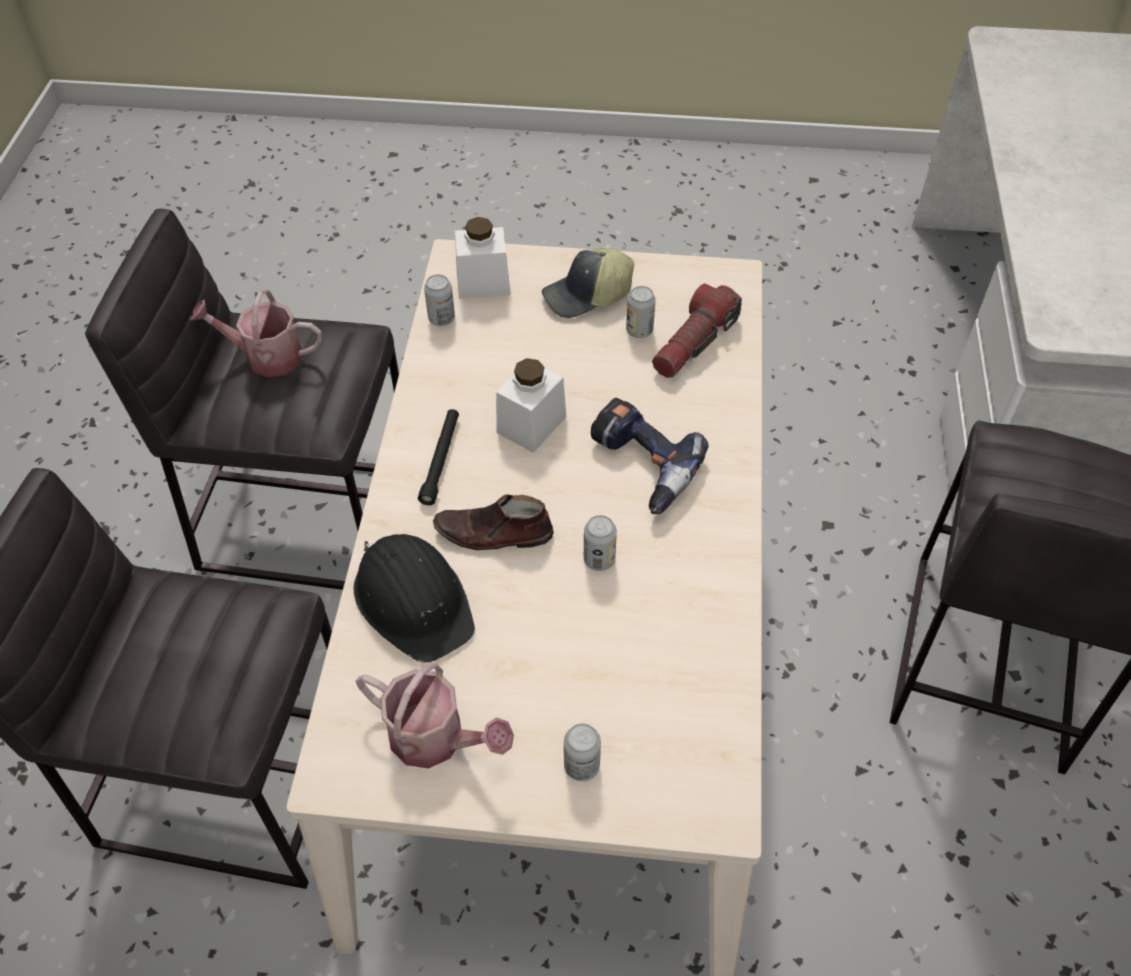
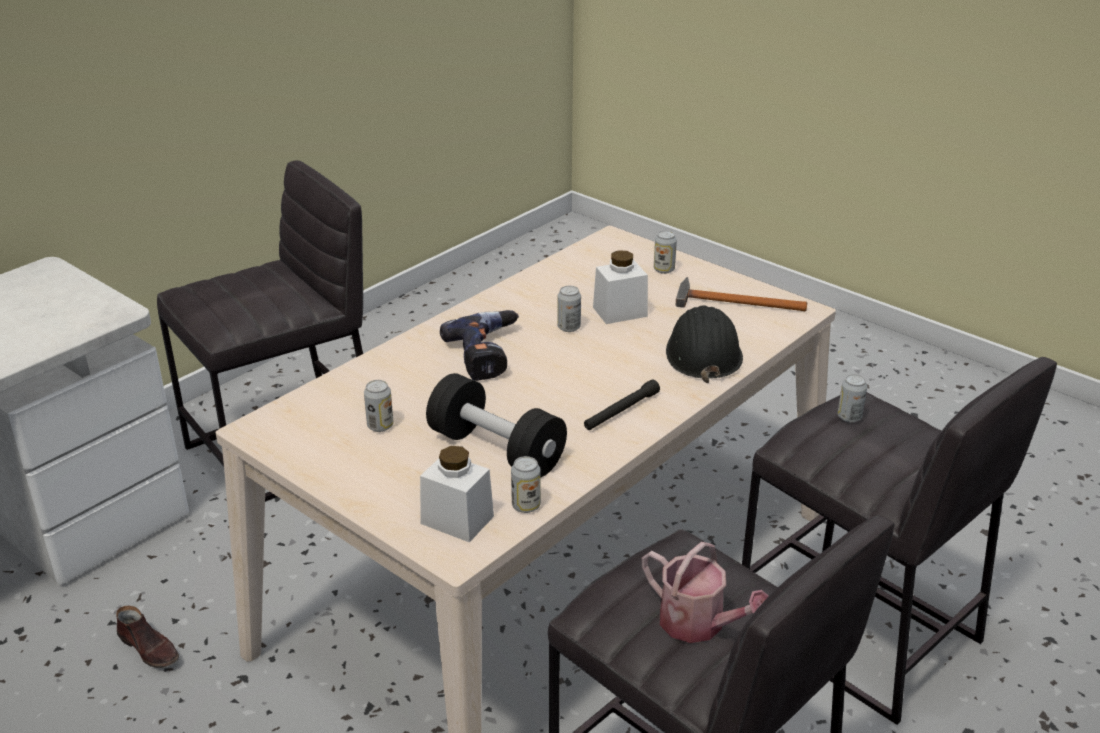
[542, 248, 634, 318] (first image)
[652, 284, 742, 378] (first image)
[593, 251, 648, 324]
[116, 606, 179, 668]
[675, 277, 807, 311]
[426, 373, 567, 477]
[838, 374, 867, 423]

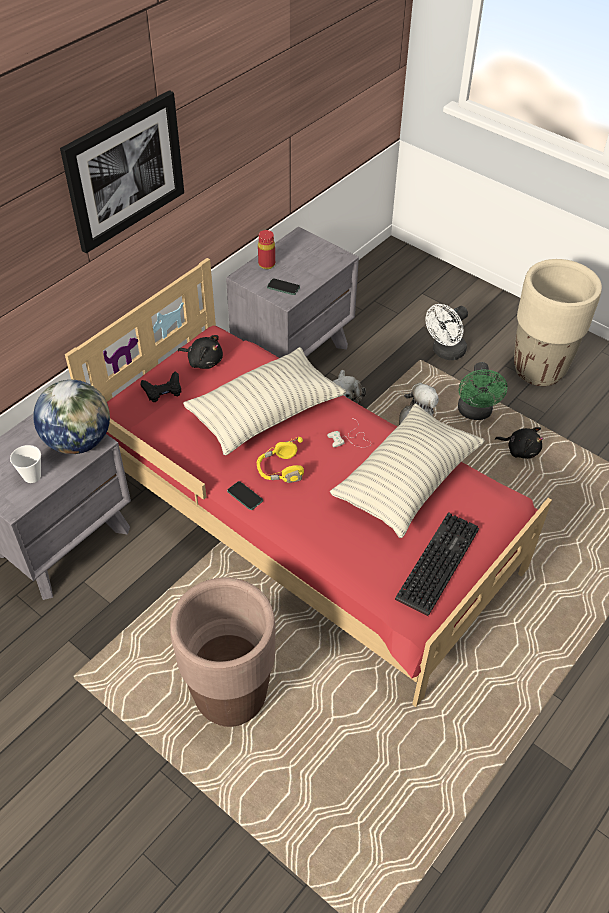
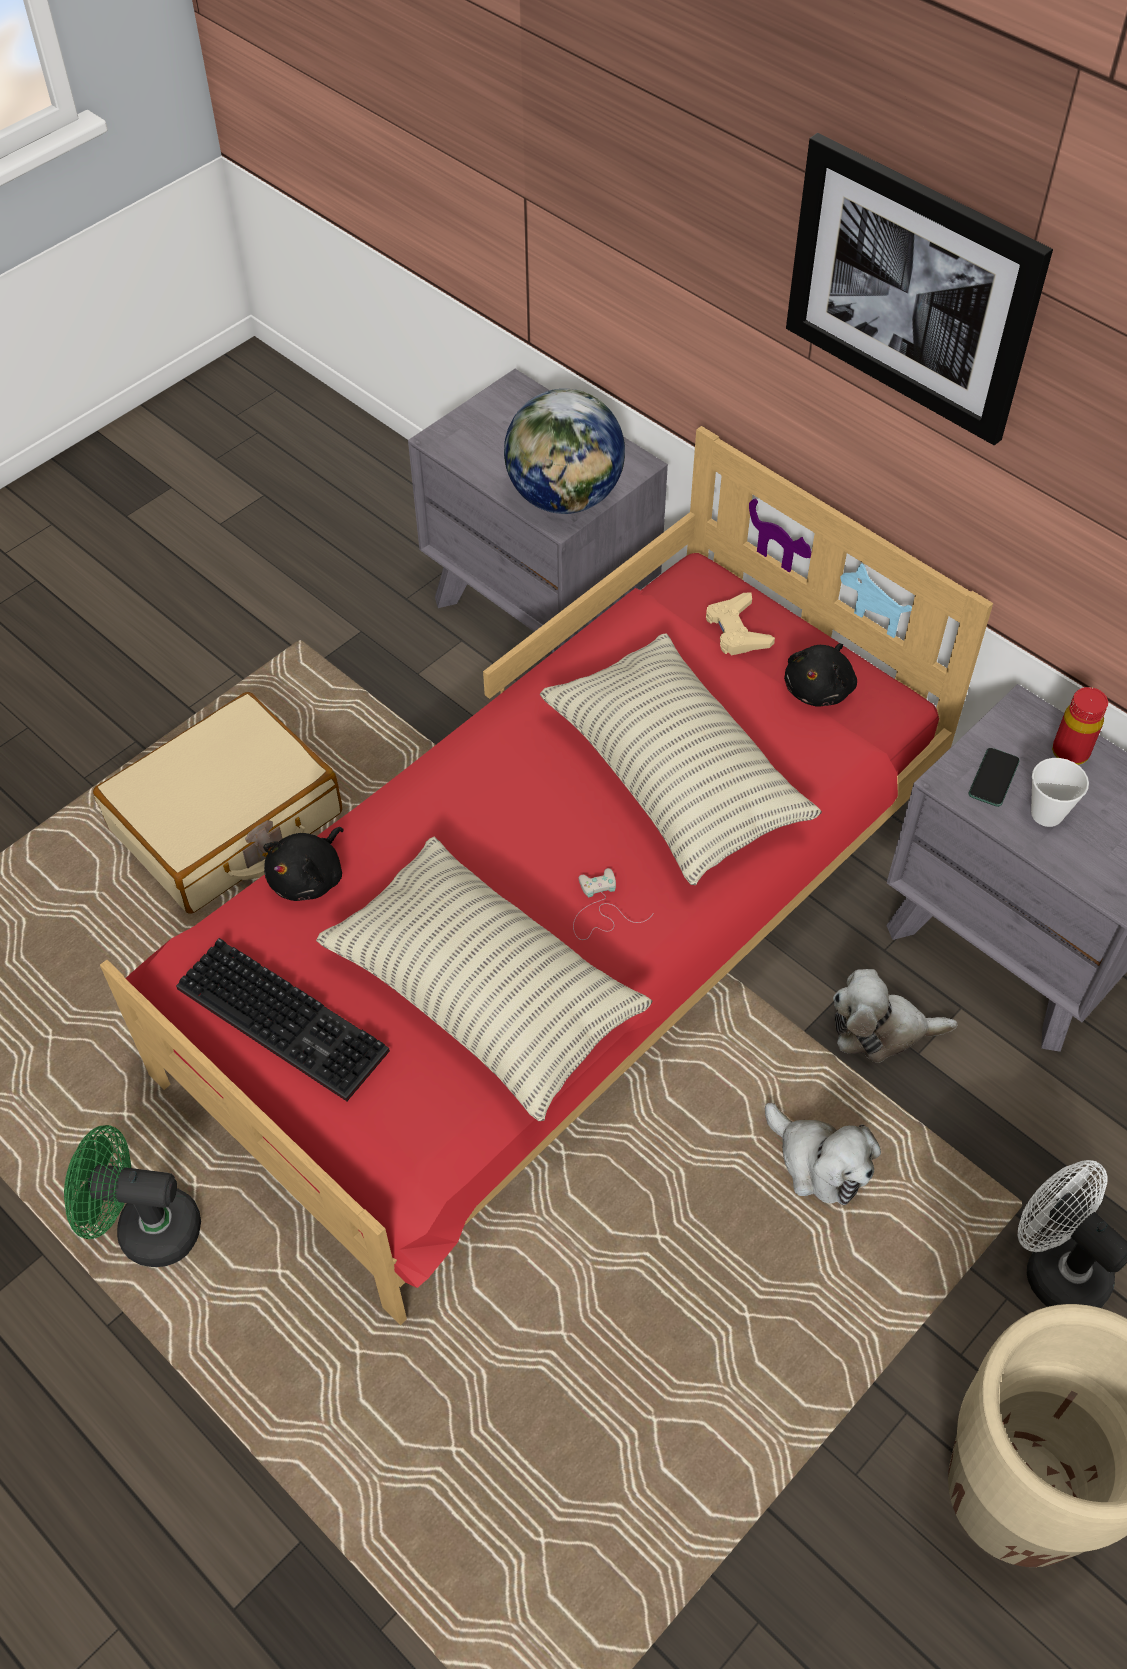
[64, 1125, 201, 1267]
[706, 592, 775, 655]
[263, 827, 344, 901]
[257, 437, 304, 483] (first image)
[1031, 758, 1089, 827]
[227, 481, 263, 510] (first image)
[93, 692, 342, 914]

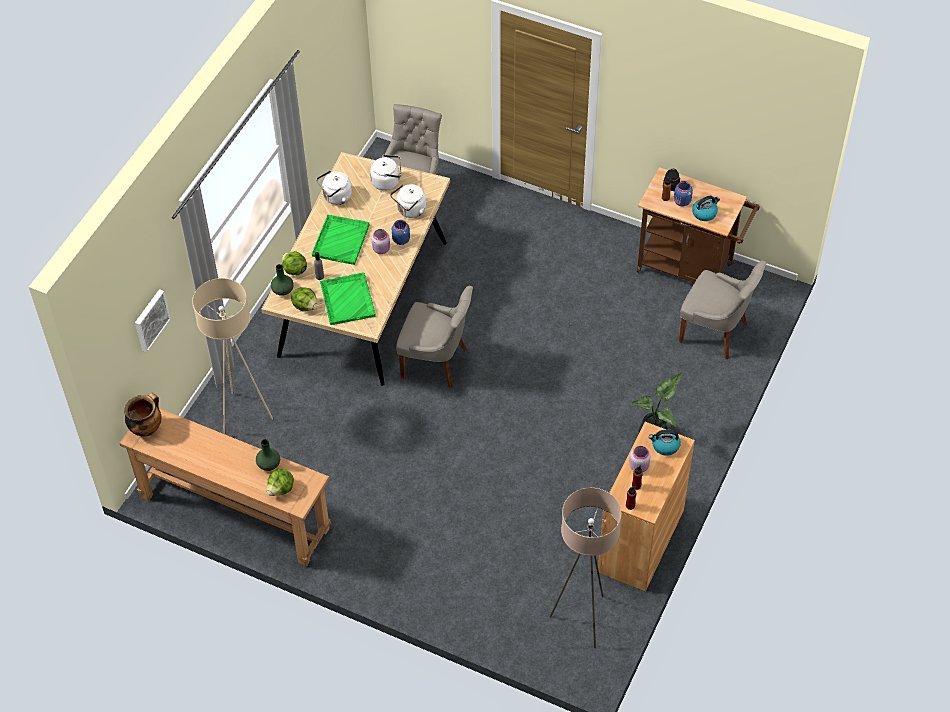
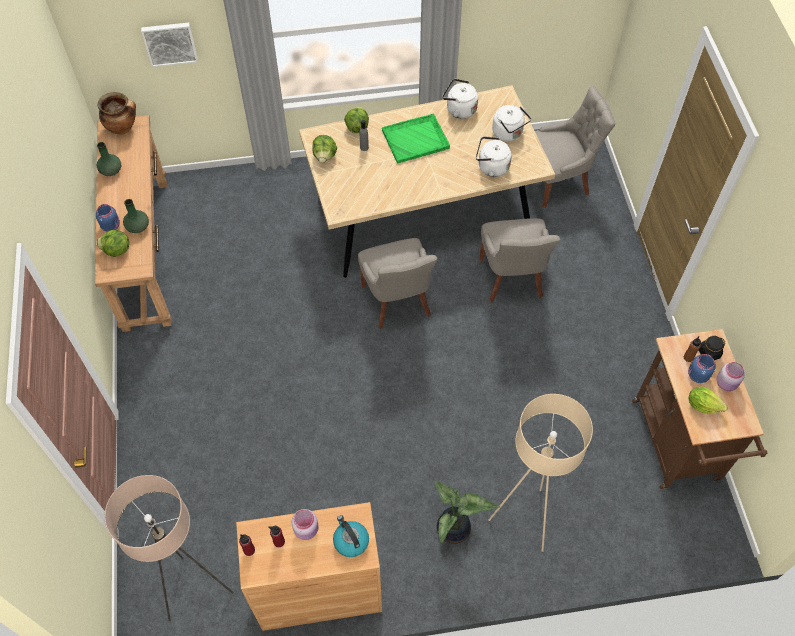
[689, 386, 728, 414]
[96, 204, 120, 232]
[717, 362, 745, 391]
[479, 218, 560, 302]
[97, 142, 121, 176]
[320, 272, 376, 325] (first image)
[488, 394, 593, 552]

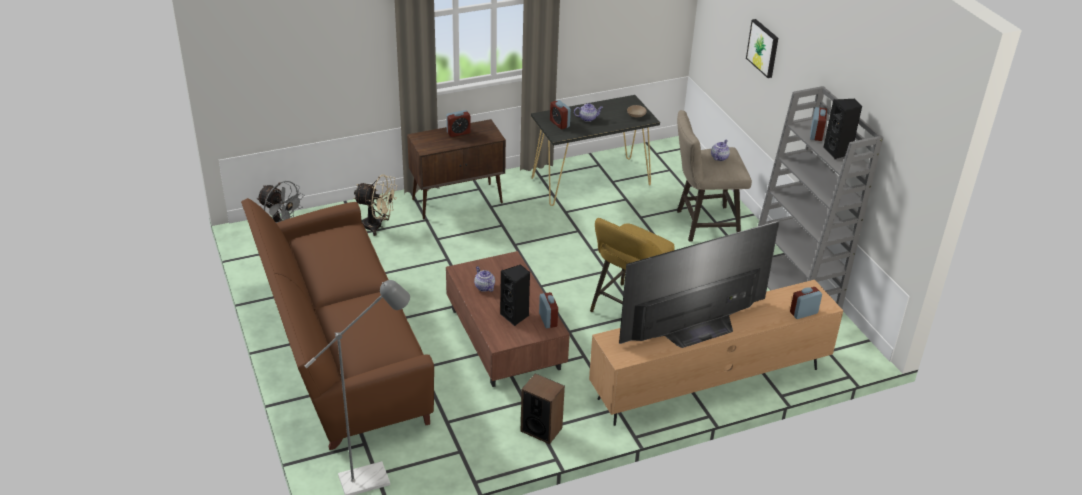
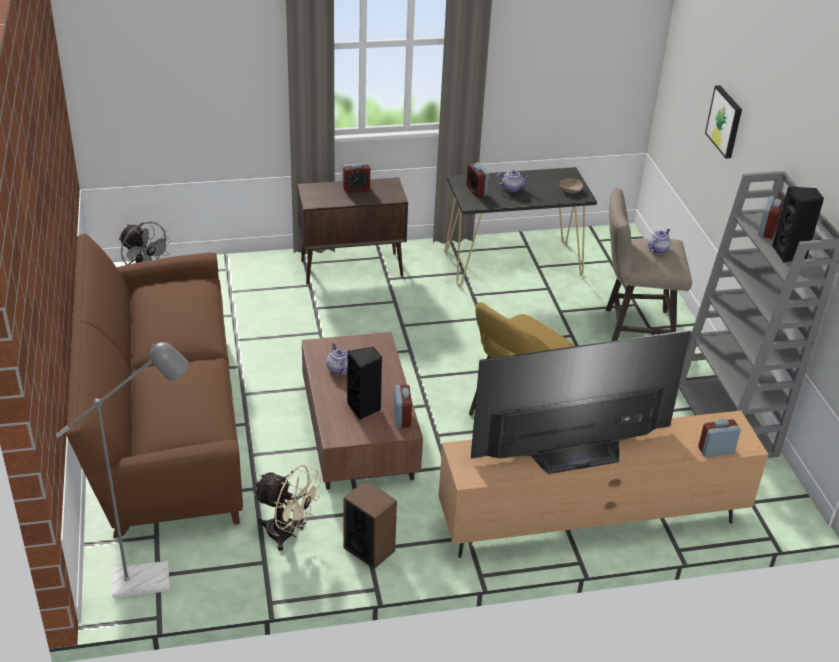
[253, 465, 322, 551]

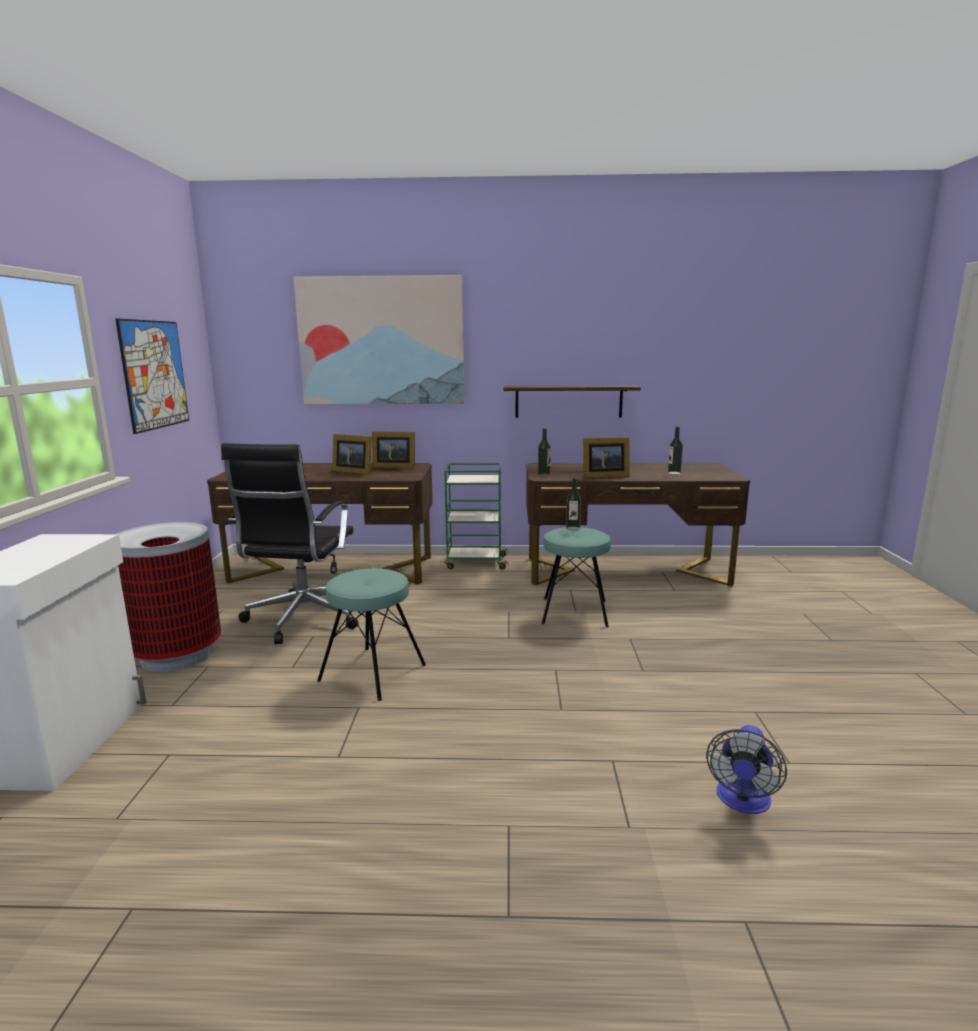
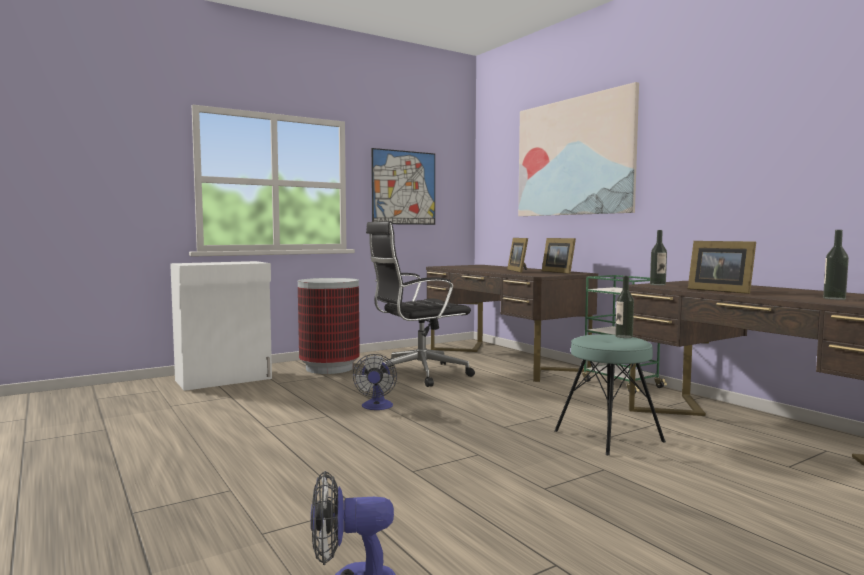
[504, 385, 641, 418] (first image)
[353, 354, 397, 410]

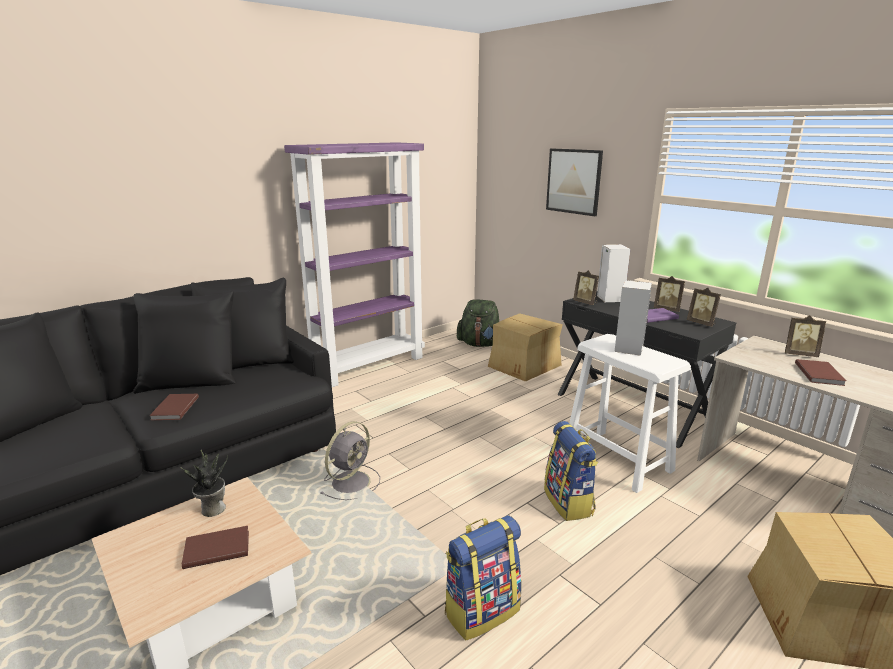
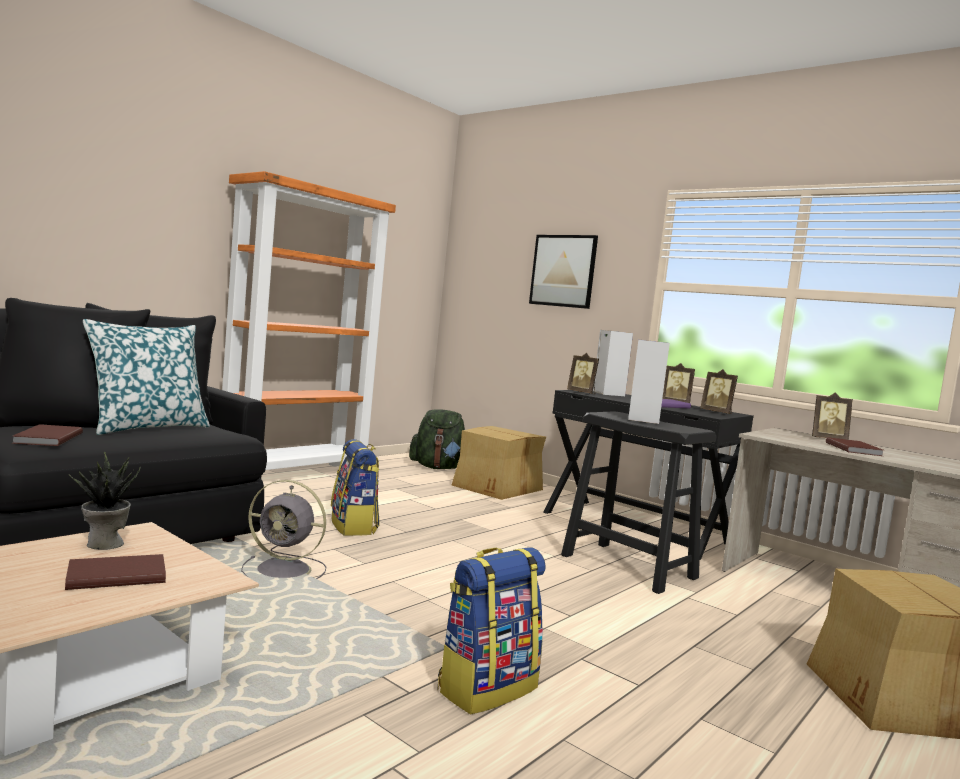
[222, 171, 396, 470]
[561, 411, 717, 594]
[241, 480, 326, 579]
[331, 439, 380, 536]
[83, 319, 210, 435]

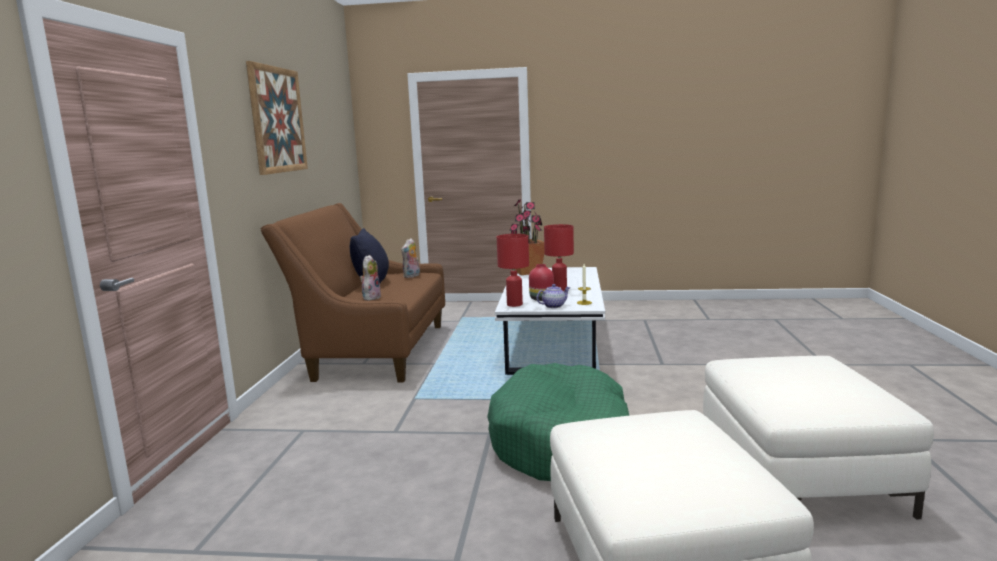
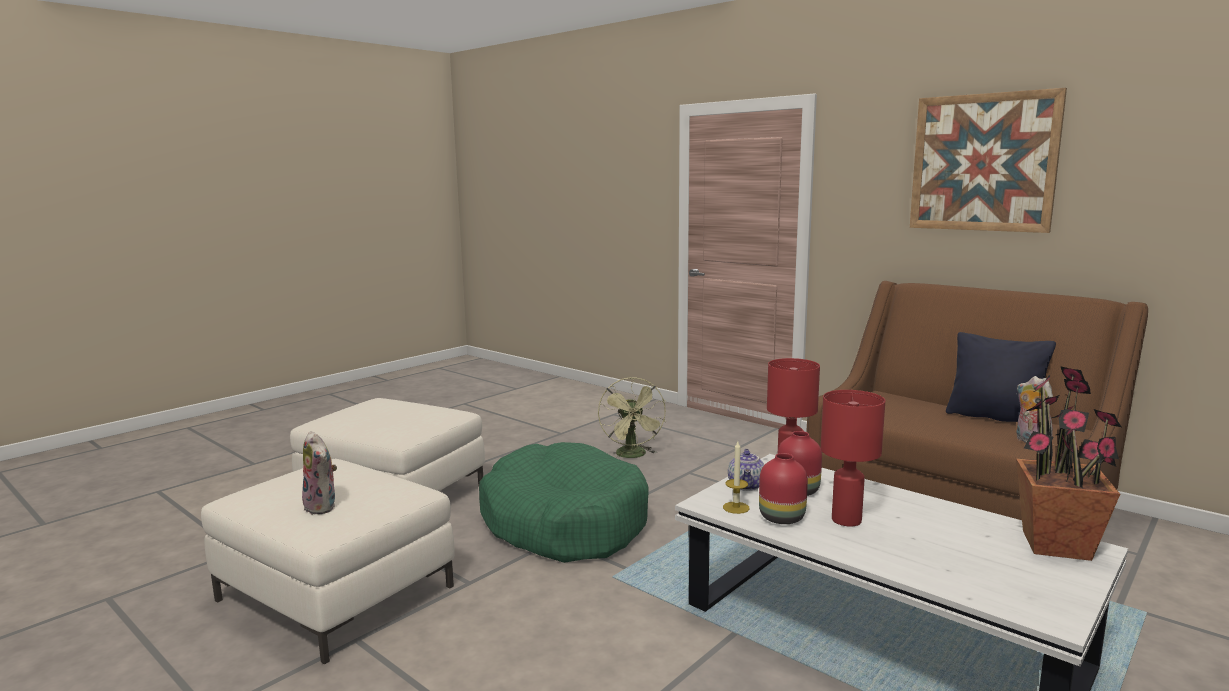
[302, 431, 337, 515]
[598, 378, 666, 458]
[759, 453, 808, 524]

